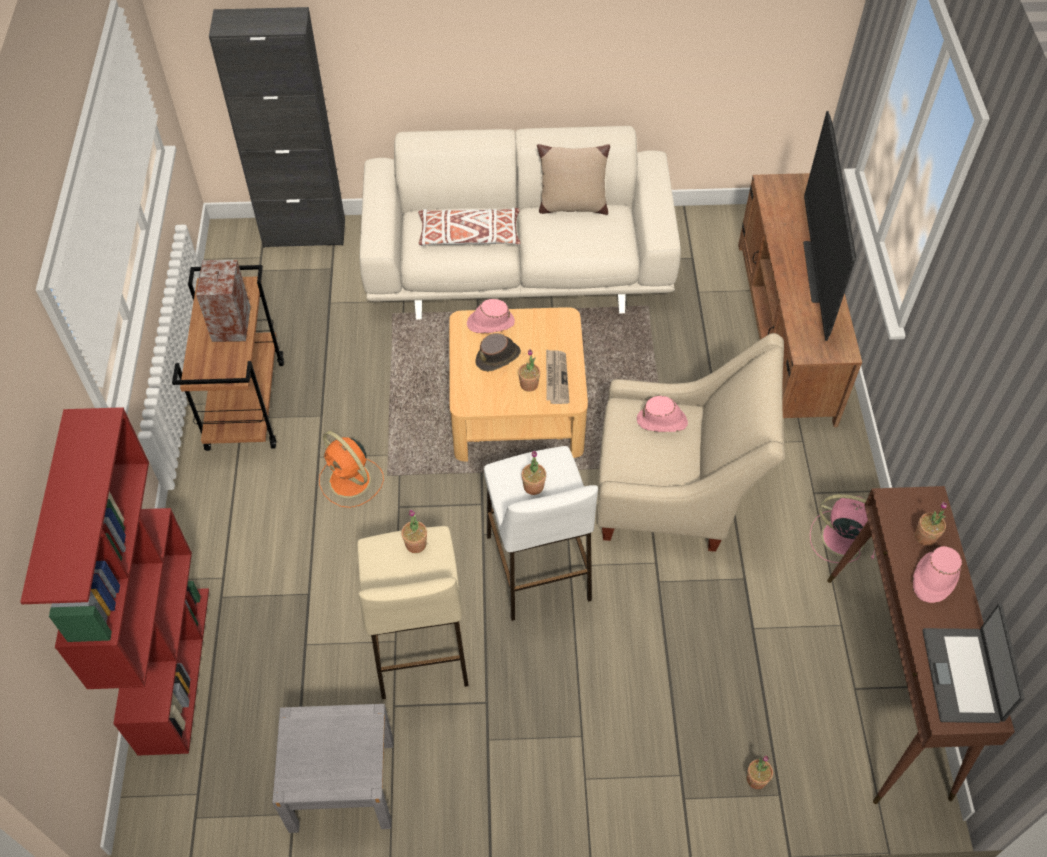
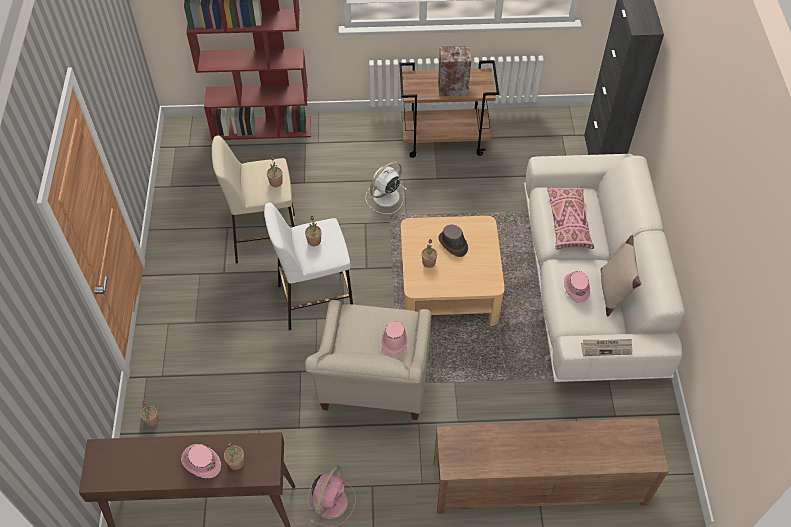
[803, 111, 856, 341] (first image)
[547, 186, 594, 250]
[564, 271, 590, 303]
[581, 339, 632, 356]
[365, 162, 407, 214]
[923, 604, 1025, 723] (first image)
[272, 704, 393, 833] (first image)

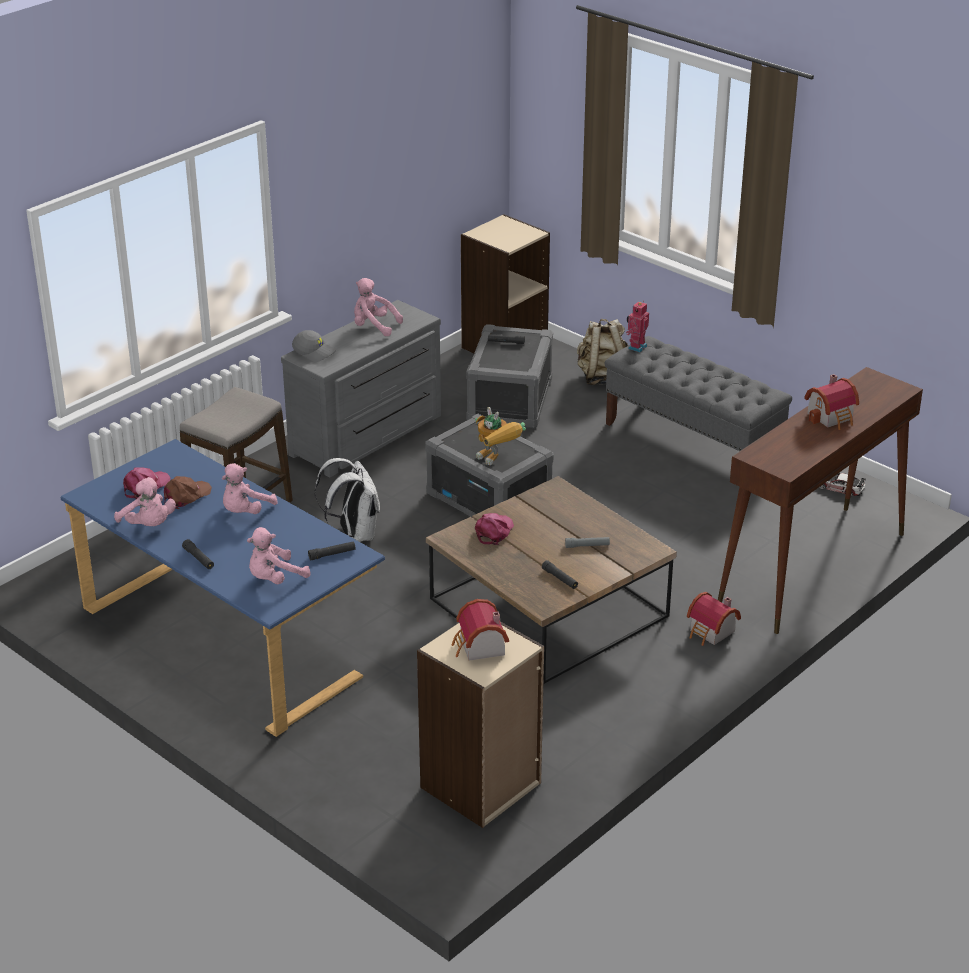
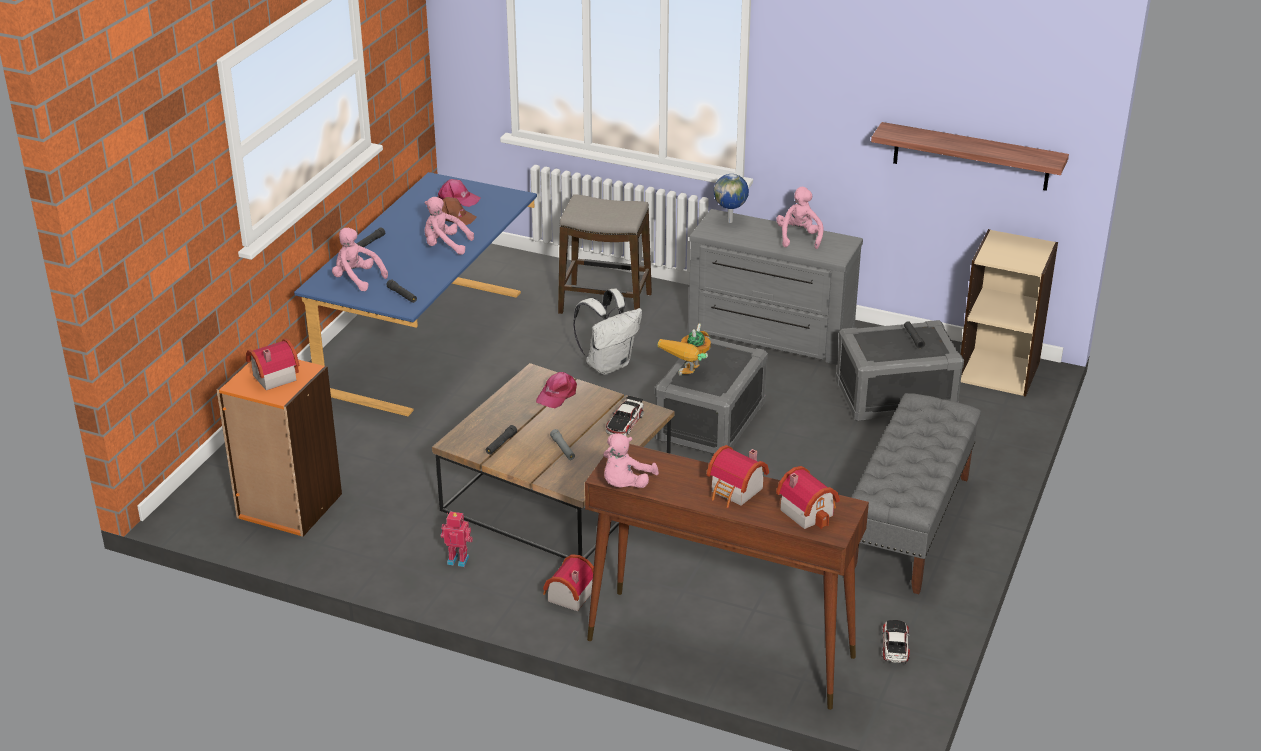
[441, 512, 473, 567]
[577, 319, 628, 385] (first image)
[714, 174, 749, 223]
[603, 433, 659, 488]
[536, 372, 577, 408]
[216, 360, 342, 537]
[871, 122, 1069, 191]
[606, 395, 644, 436]
[776, 466, 840, 529]

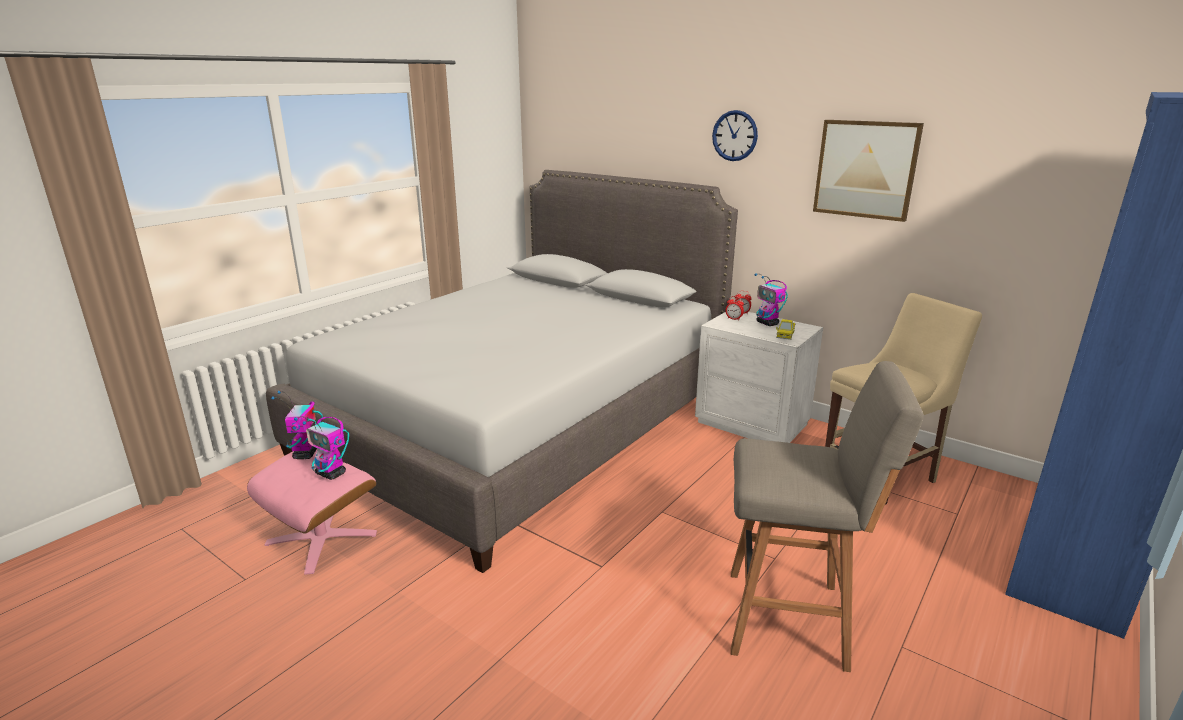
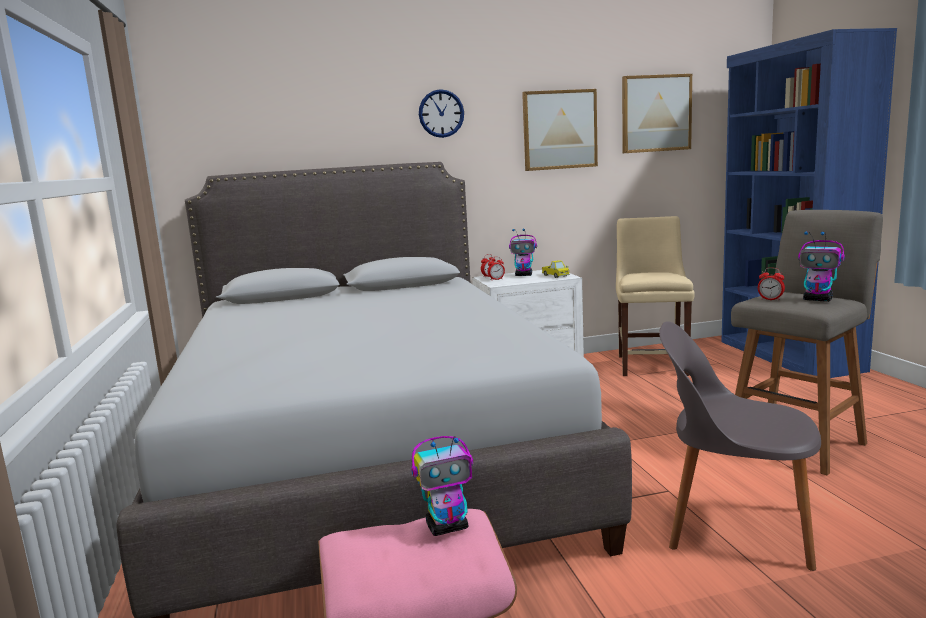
[798, 231, 845, 302]
[622, 74, 692, 153]
[758, 267, 785, 301]
[659, 322, 821, 571]

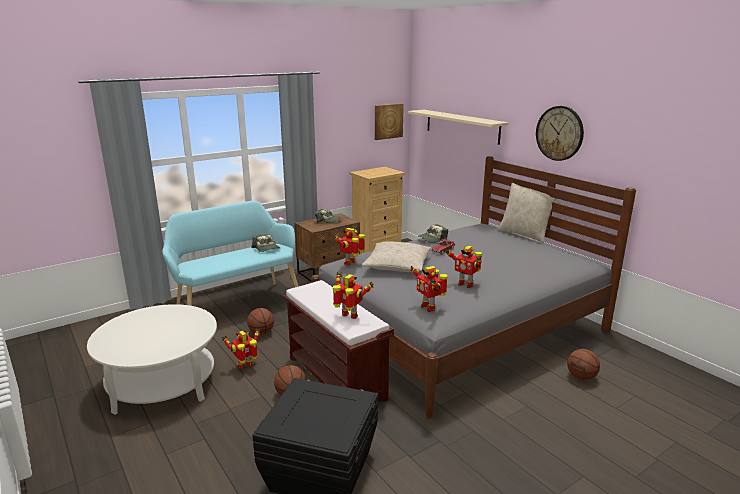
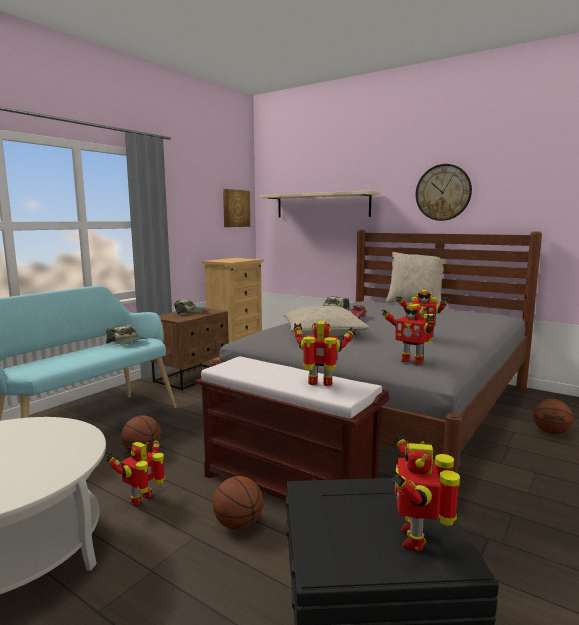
[391, 433, 460, 551]

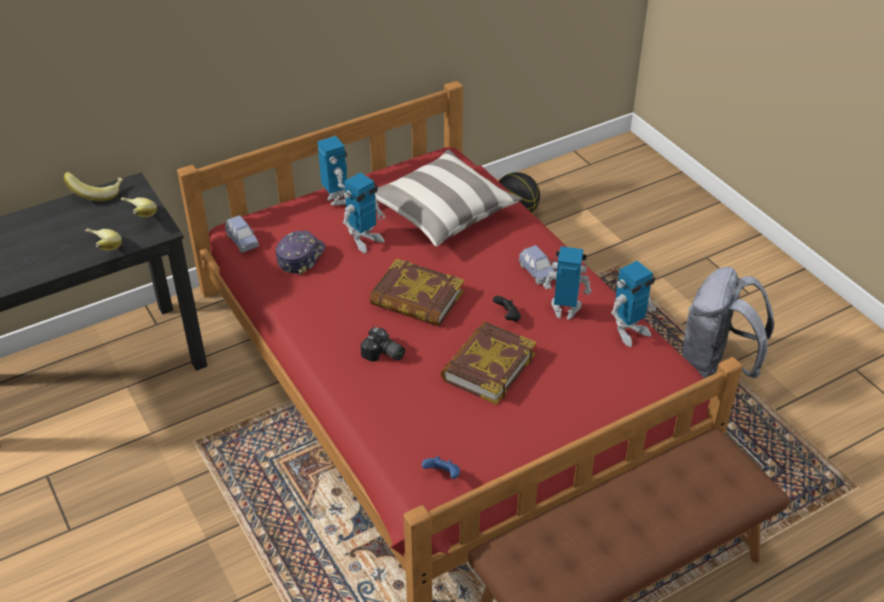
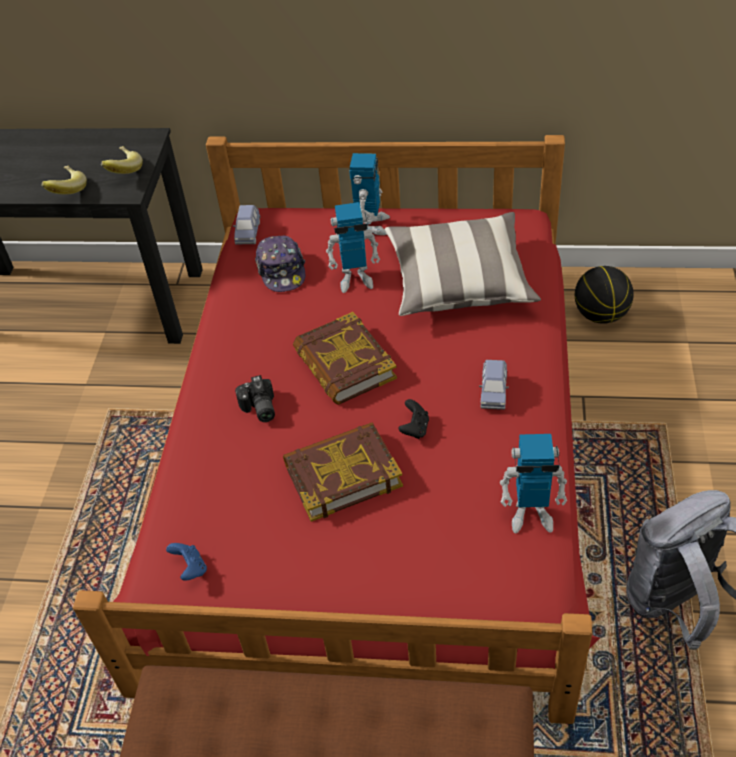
[64, 172, 124, 201] (first image)
[255, 236, 305, 292]
[543, 246, 592, 320] (first image)

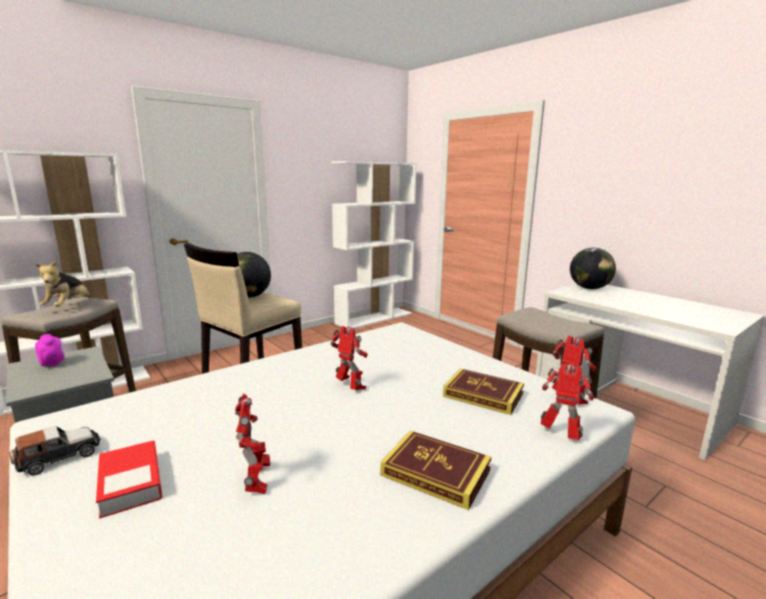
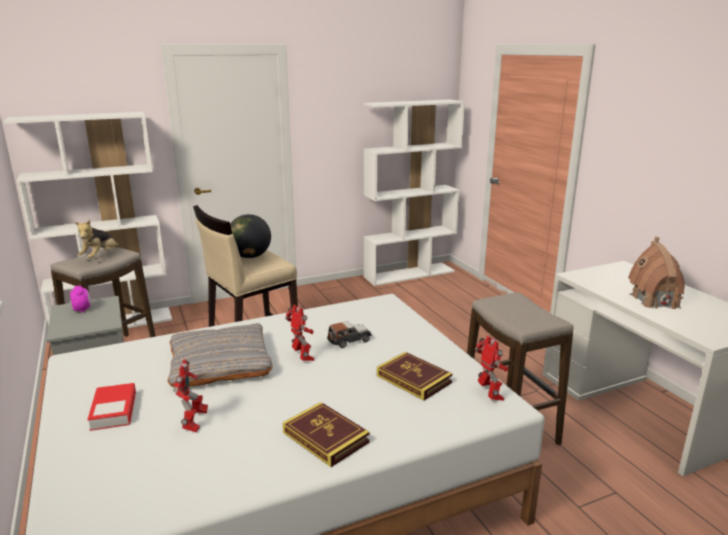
[570, 248, 616, 289] (first image)
[540, 363, 594, 440] (first image)
[327, 321, 372, 348]
[628, 237, 685, 309]
[168, 323, 273, 387]

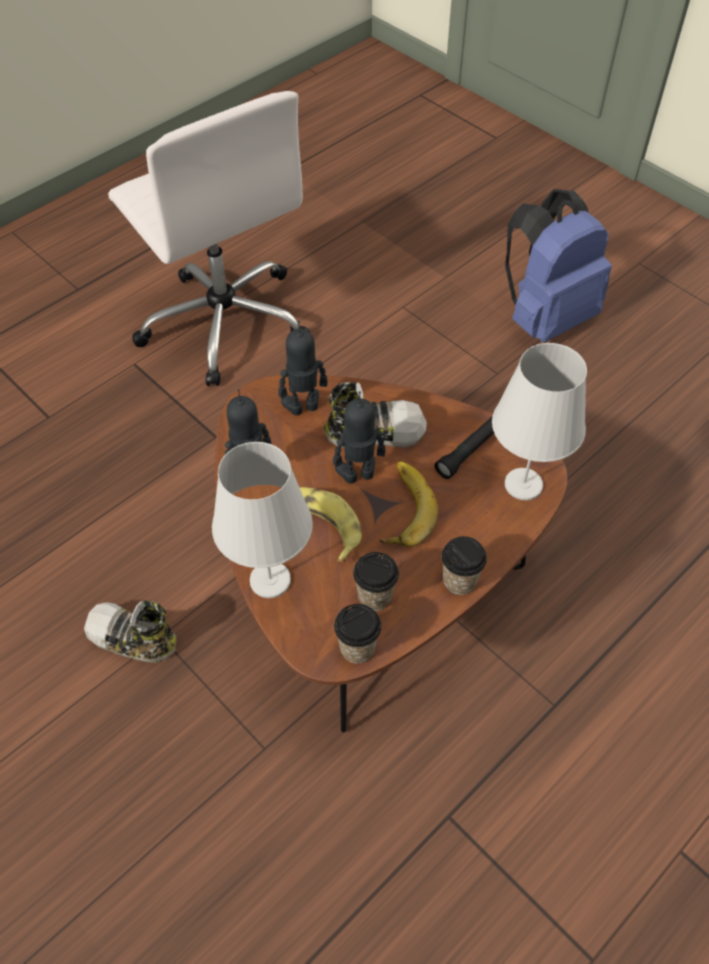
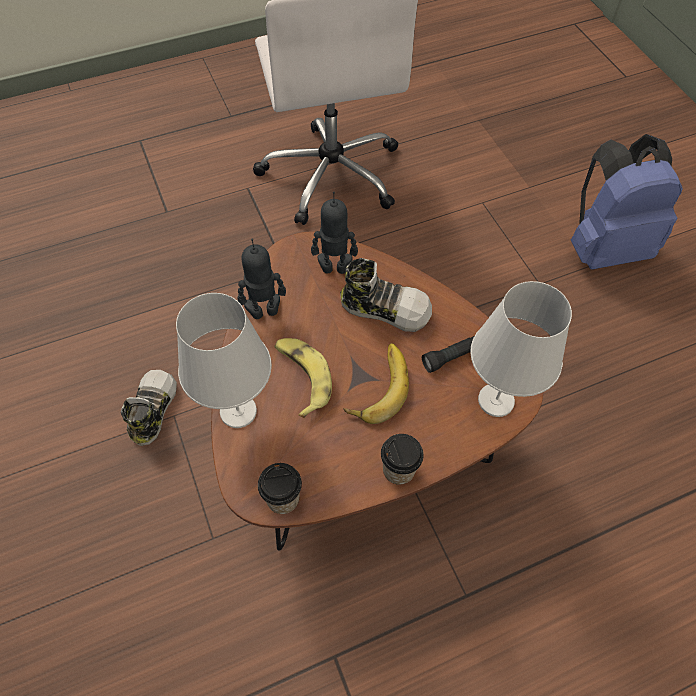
[333, 391, 385, 484] (first image)
[353, 552, 399, 611] (first image)
[121, 370, 177, 446]

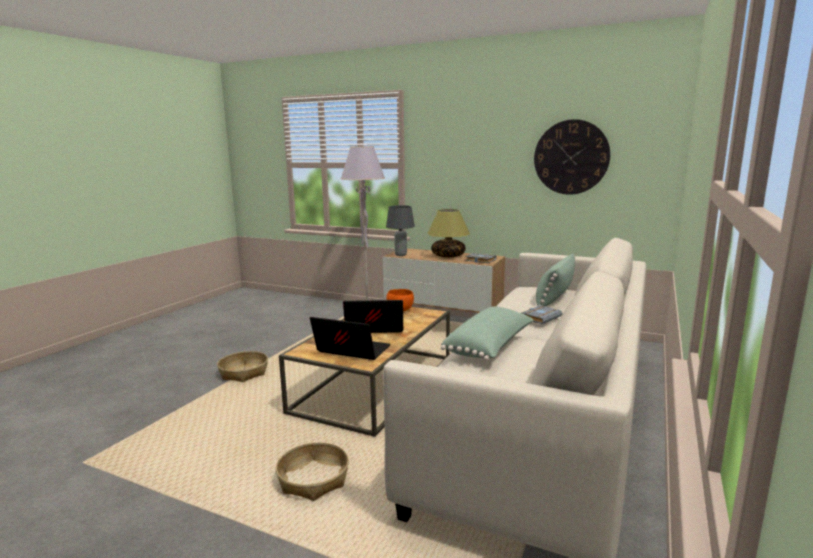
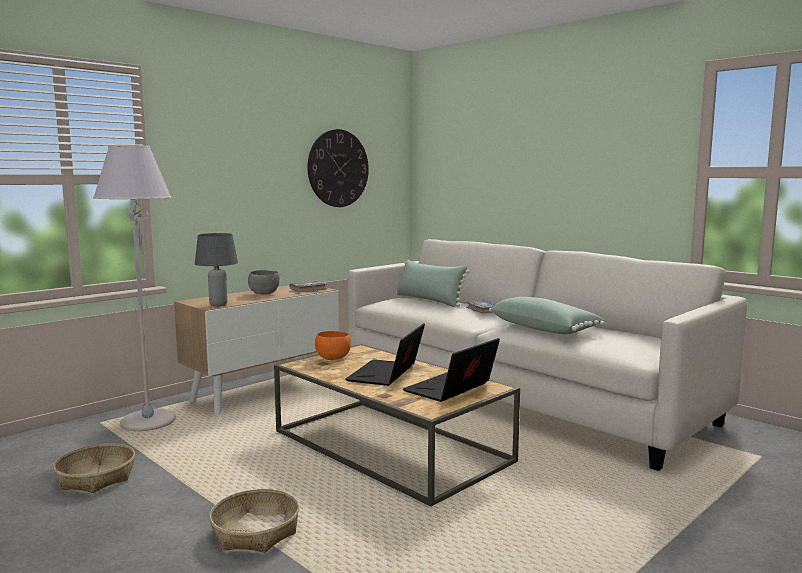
[248, 270, 280, 295]
[53, 443, 135, 493]

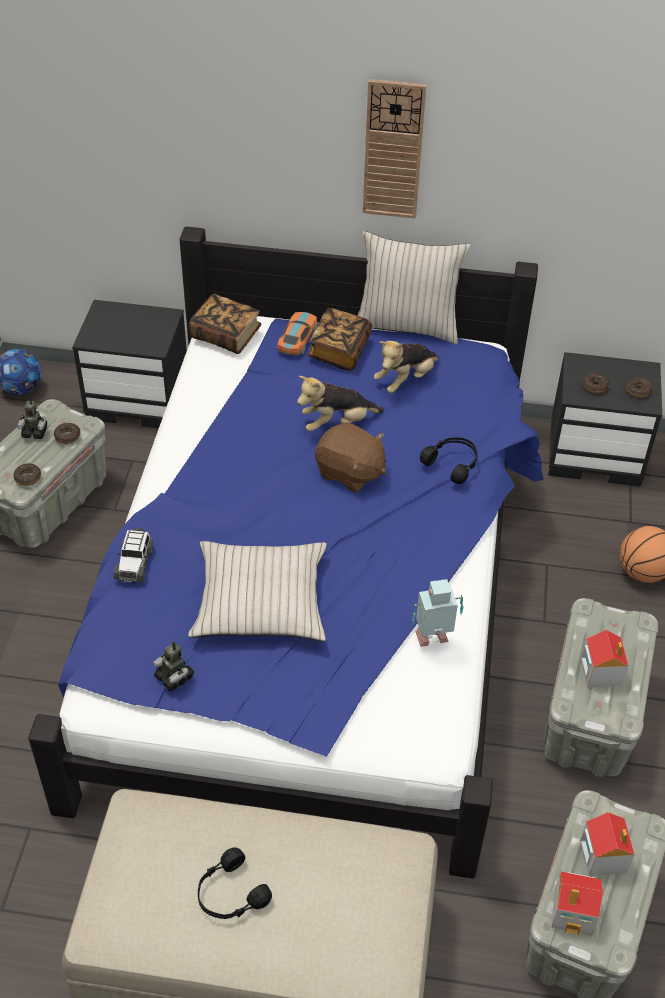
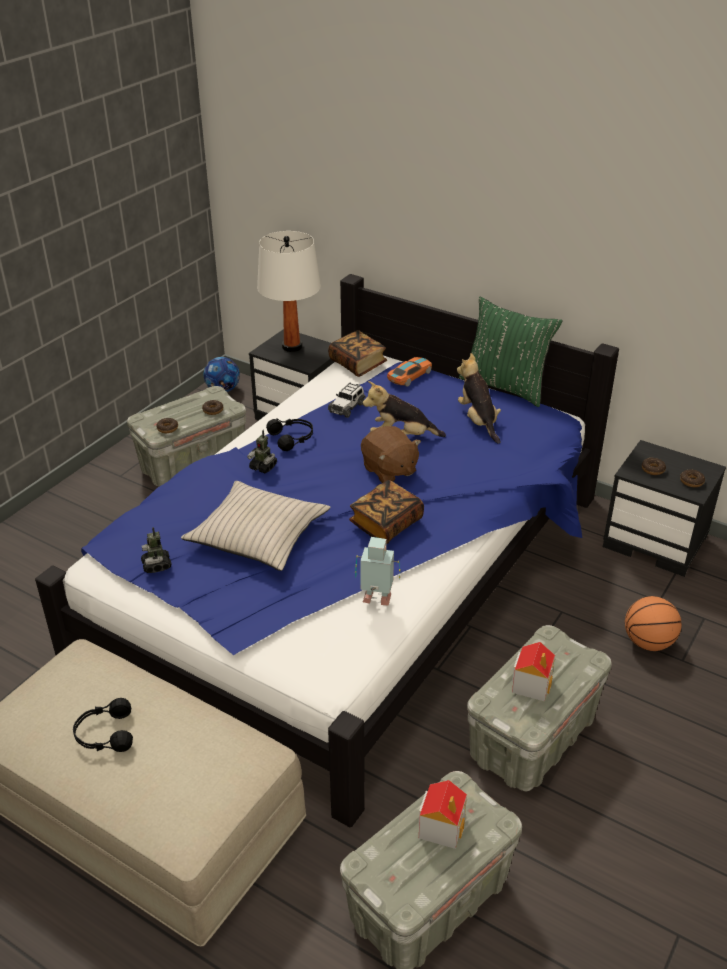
[363, 79, 426, 219] (first image)
[459, 297, 563, 407]
[349, 480, 424, 545]
[457, 353, 501, 444]
[247, 430, 277, 473]
[266, 418, 313, 451]
[328, 383, 365, 418]
[551, 872, 603, 935] (first image)
[257, 231, 321, 352]

